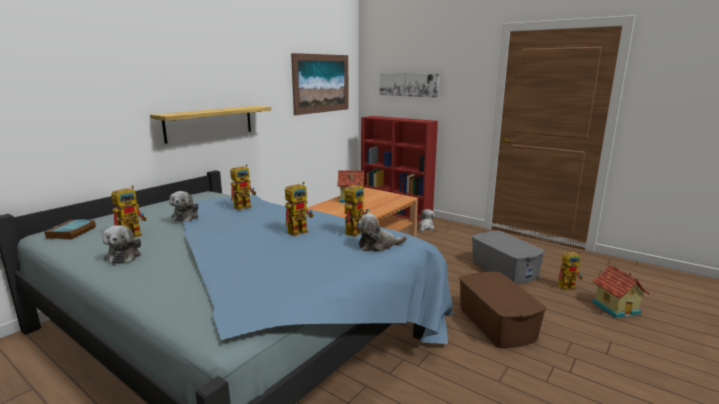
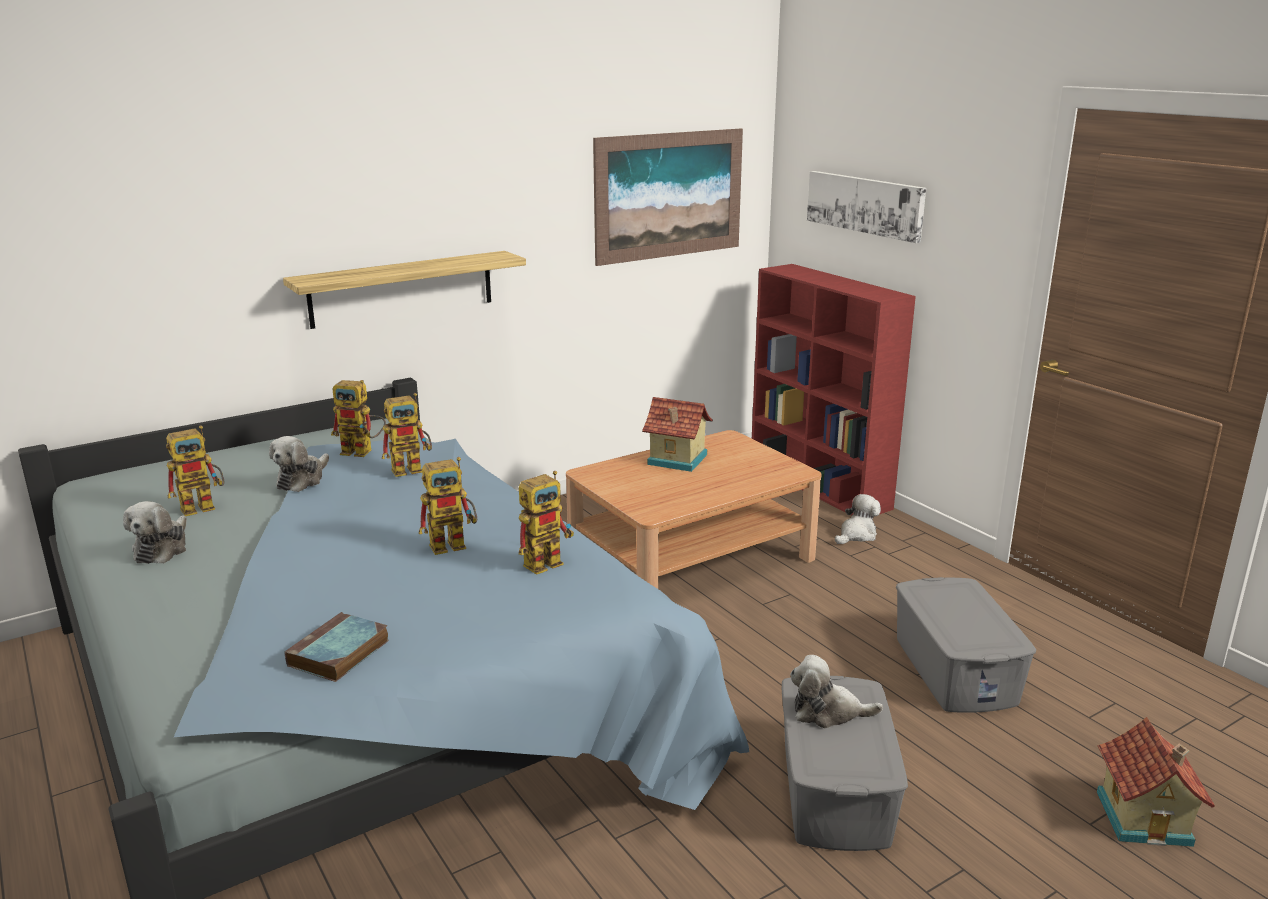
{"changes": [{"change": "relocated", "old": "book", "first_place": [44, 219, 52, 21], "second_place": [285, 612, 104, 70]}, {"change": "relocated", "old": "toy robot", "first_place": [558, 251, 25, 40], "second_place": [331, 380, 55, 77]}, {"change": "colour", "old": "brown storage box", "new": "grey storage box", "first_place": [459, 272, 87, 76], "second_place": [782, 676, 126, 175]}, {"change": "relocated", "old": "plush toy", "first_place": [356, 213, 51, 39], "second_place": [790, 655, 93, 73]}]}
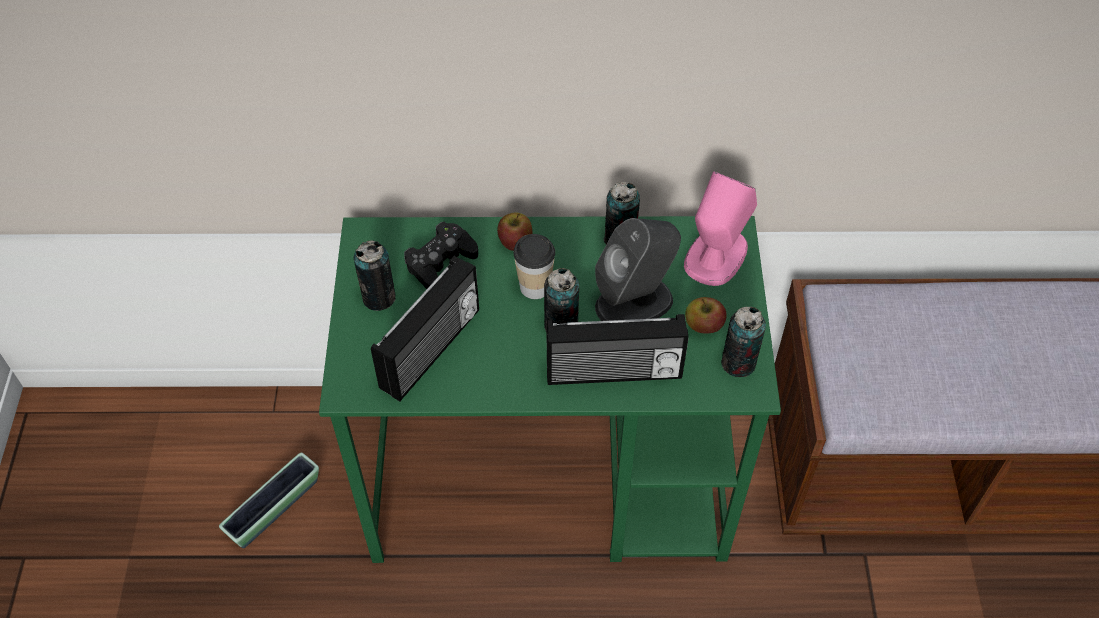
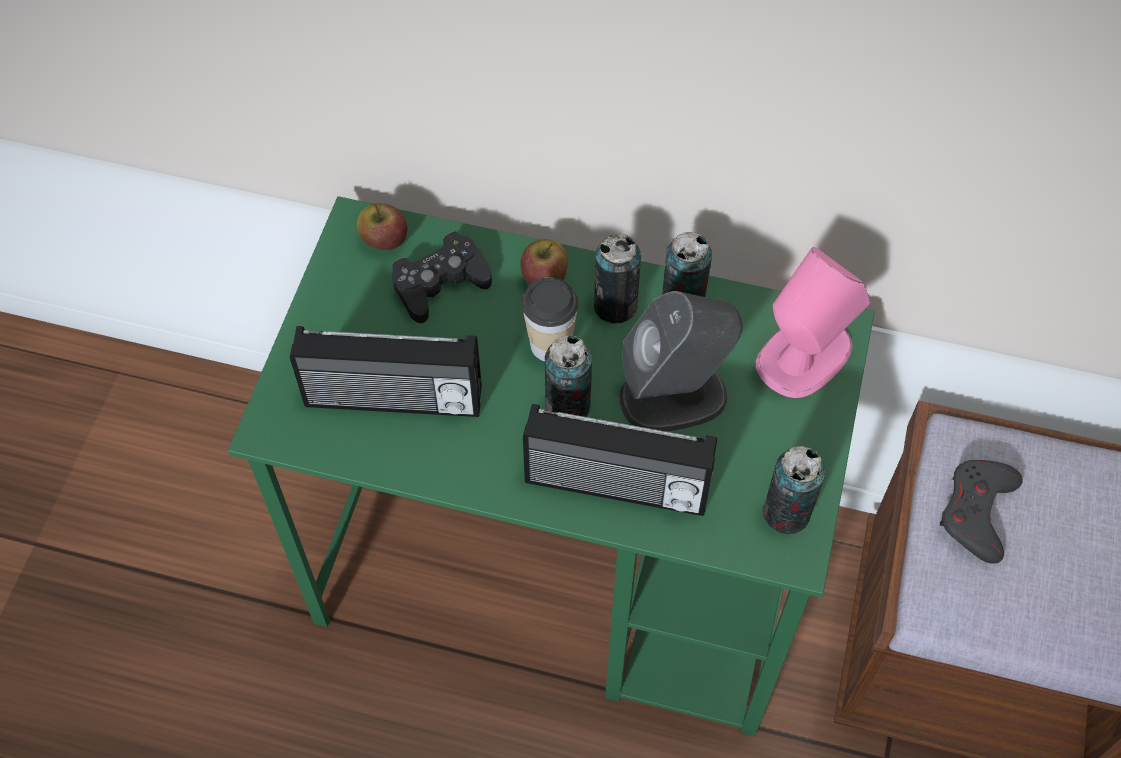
{"changes": [{"change": "spun", "old": "radio", "first_place": [371, 256, 108, 145], "second_place": [290, 326, 192, 91], "degrees": 45}, {"change": "relocated", "old": "apple", "first_place": [685, 297, 42, 37], "second_place": [357, 203, 50, 47]}, {"change": "relocated", "old": "can", "first_place": [354, 240, 42, 71], "second_place": [594, 234, 48, 89]}, {"change": "appeared", "new": "grey game controller", "second_place": [940, 460, 83, 104]}, {"change": "missing", "old": "planter", "first_place": [219, 453, 100, 95]}]}
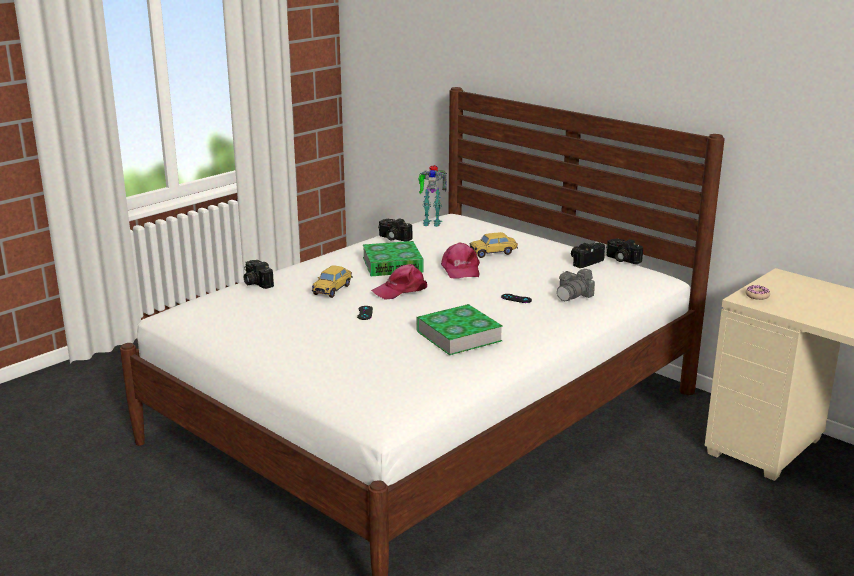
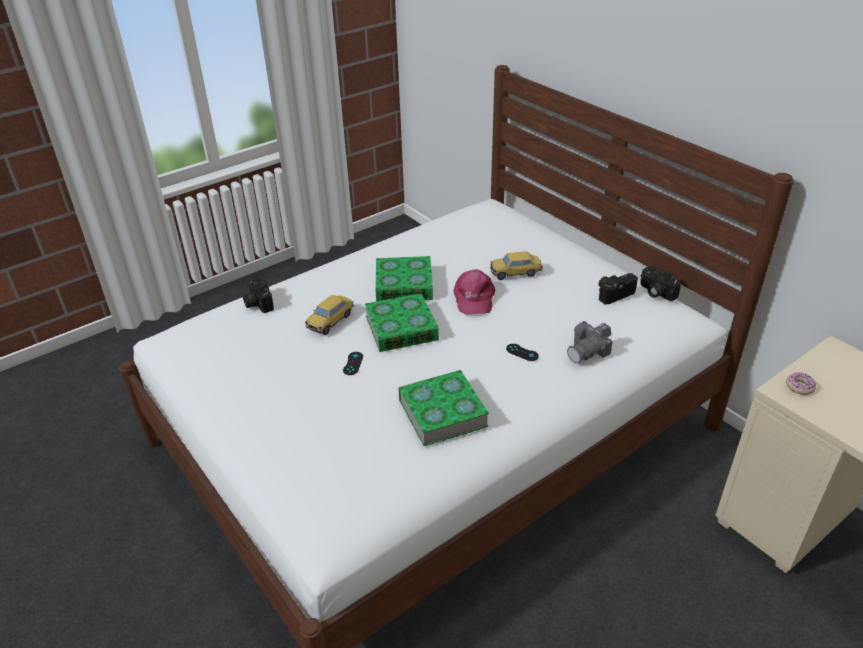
{"changes": [{"change": "exchanged", "old": "pink cap", "new": "book", "first_place": [371, 264, 56, 36], "second_place": [365, 293, 74, 59]}, {"change": "missing", "old": "photo camera", "first_place": [378, 219, 34, 23]}, {"change": "missing", "old": "toy robot", "first_place": [418, 165, 29, 62]}]}
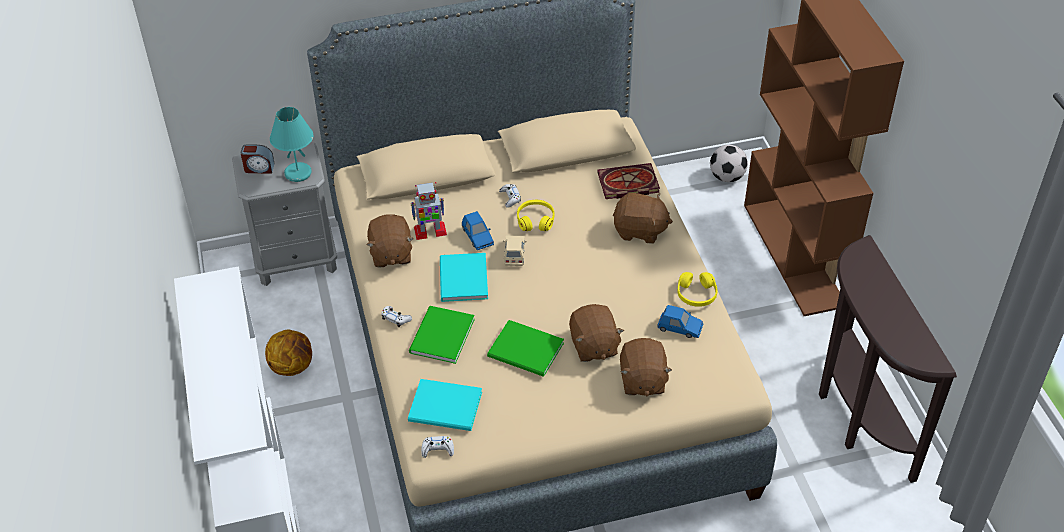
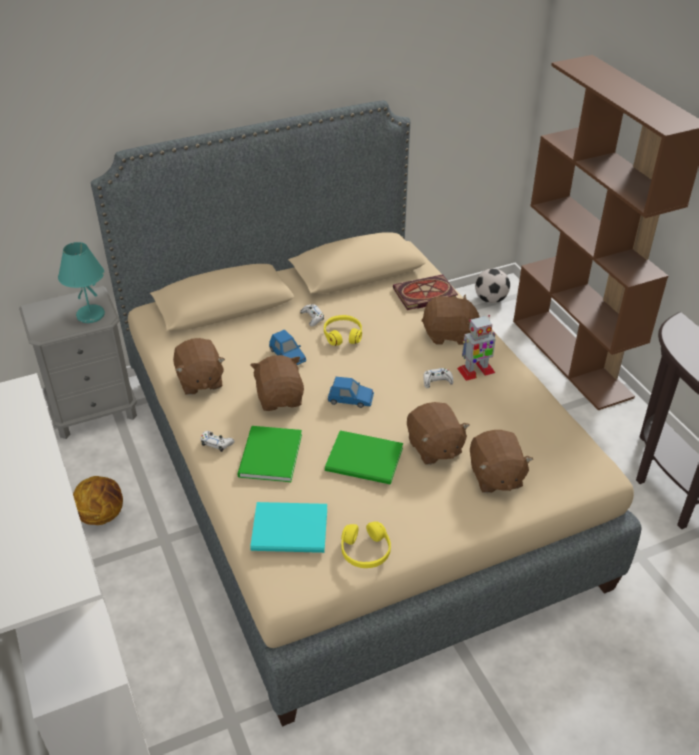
{"changes": [{"change": "exchanged", "old": "turquoise book", "new": "brown plush toy", "first_place": [440, 253, 48, 49], "second_place": [250, 355, 54, 56]}, {"change": "relocated", "old": "blue toy car", "first_place": [657, 305, 47, 33], "second_place": [328, 377, 46, 31]}, {"change": "relocated", "old": "yellow headphones", "first_place": [677, 272, 41, 35], "second_place": [341, 521, 50, 47]}, {"change": "relocated", "old": "white game controller", "first_place": [421, 436, 33, 22], "second_place": [423, 368, 30, 20]}, {"change": "relocated", "old": "toy robot", "first_place": [411, 182, 36, 58], "second_place": [457, 315, 39, 66]}, {"change": "missing", "old": "alarm clock", "first_place": [241, 144, 34, 30]}, {"change": "missing", "old": "beige toy car", "first_place": [503, 235, 24, 31]}]}
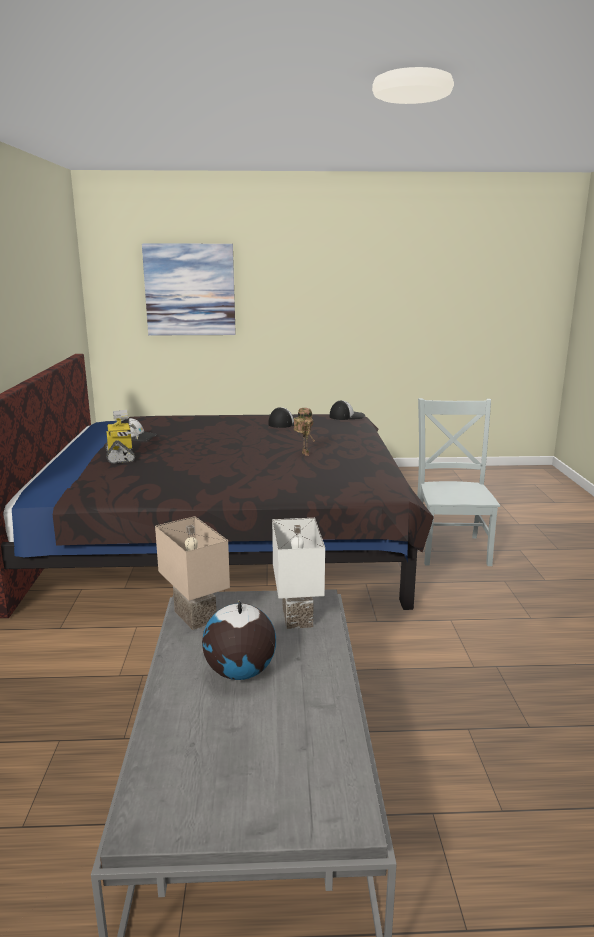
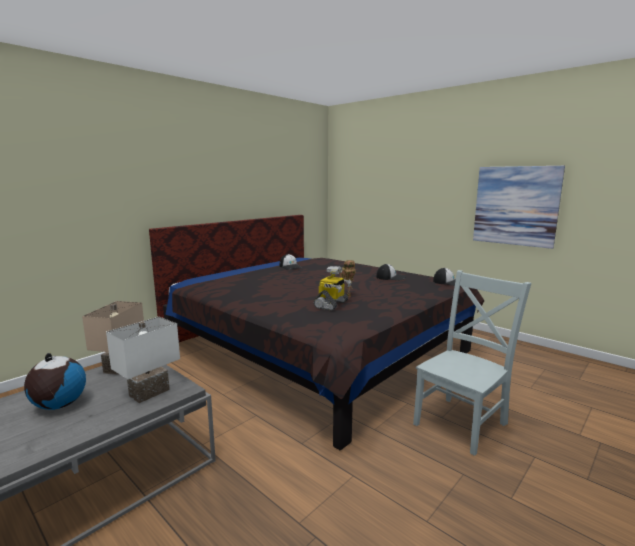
{"changes": [{"change": "relocated", "old": "toy robot", "first_place": [105, 410, 34, 54], "second_place": [314, 266, 38, 45]}, {"change": "relocated", "old": "picture", "first_place": [142, 244, 94, 91], "second_place": [473, 166, 92, 83]}]}
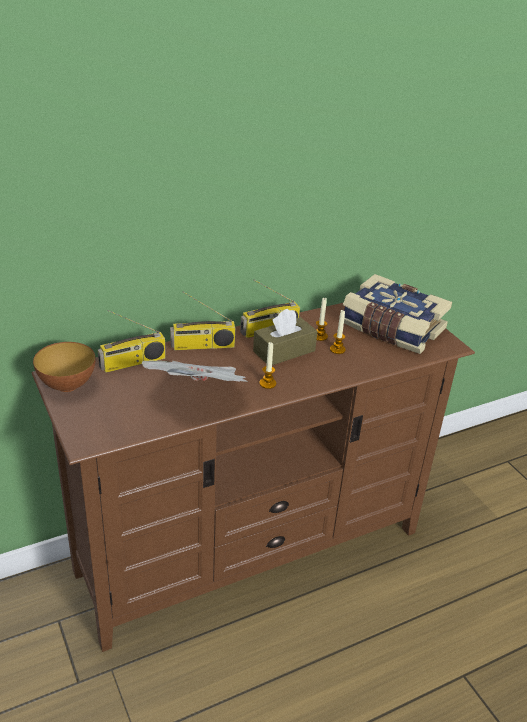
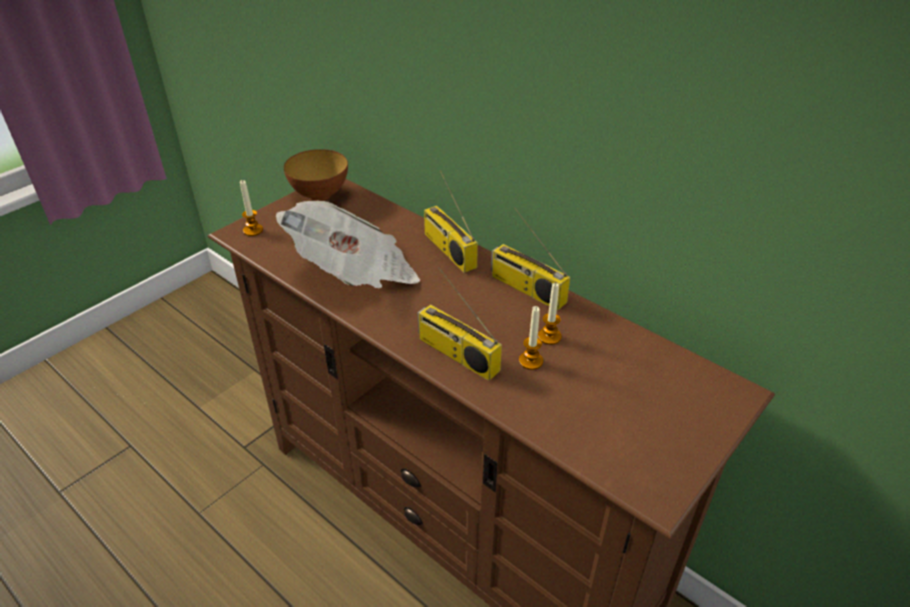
{"changes": [{"change": "relocated", "old": "candle", "first_place": [259, 342, 17, 47], "second_place": [240, 180, 23, 56]}, {"change": "relocated", "old": "radio", "first_place": [98, 310, 68, 63], "second_place": [417, 267, 85, 114]}, {"change": "missing", "old": "brown tissue box", "first_place": [253, 309, 64, 56]}, {"change": "missing", "old": "book", "first_place": [343, 274, 109, 80]}]}
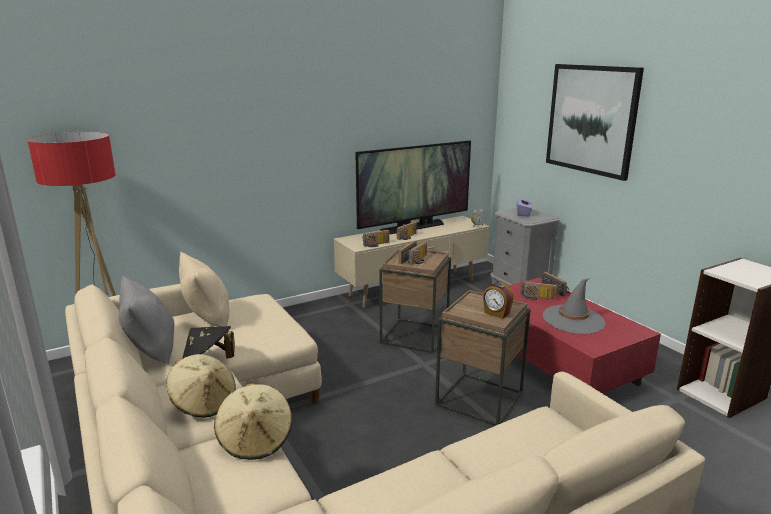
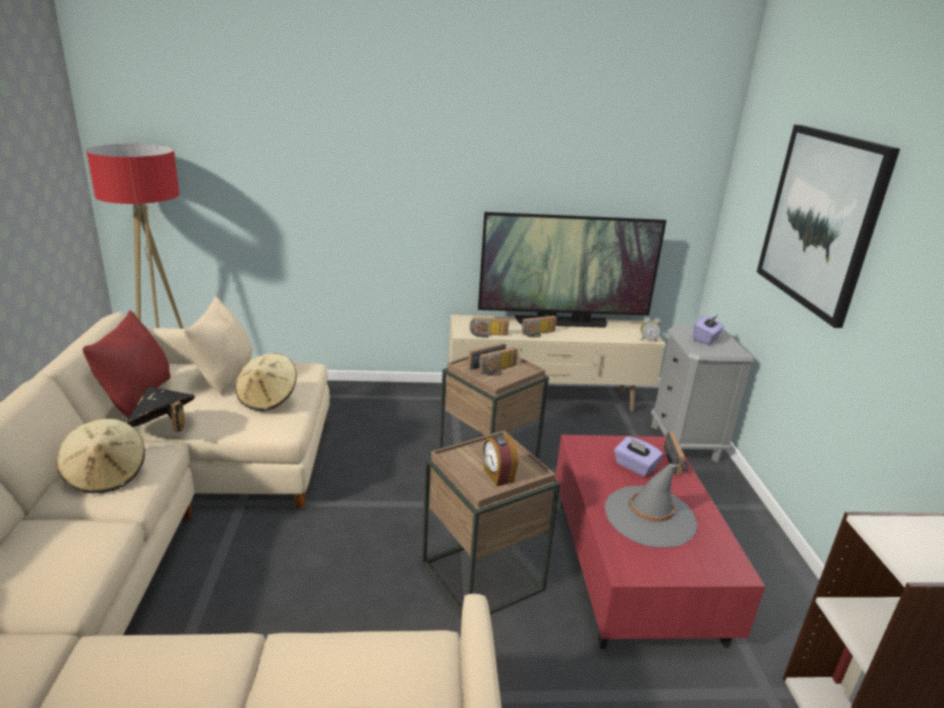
{"changes": [{"change": "colour", "old": "grey pillow", "new": "red pillow", "first_place": [118, 276, 56, 89], "second_place": [83, 310, 88, 108]}, {"change": "relocated", "old": "beige hat", "first_place": [214, 383, 78, 77], "second_place": [235, 353, 62, 58]}, {"change": "exchanged", "old": "radio", "new": "purple tissue box", "first_place": [520, 281, 37, 19], "second_place": [614, 436, 49, 41]}]}
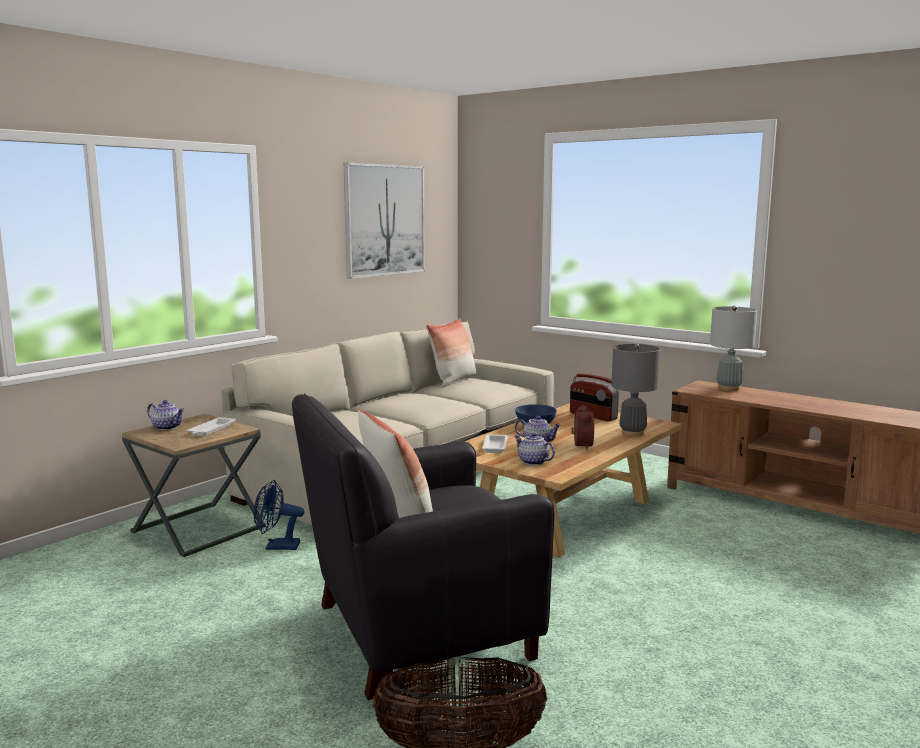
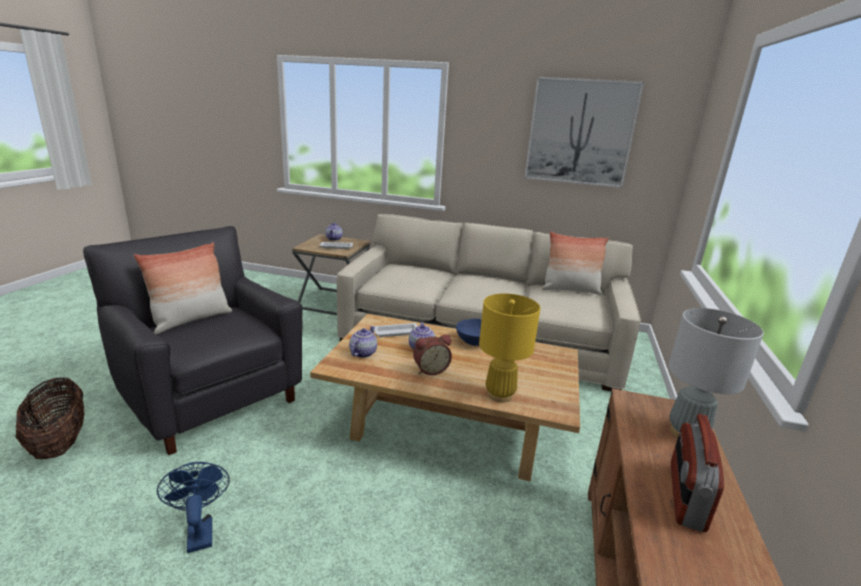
{"changes": [{"change": "relocated", "old": "blue fan", "first_place": [254, 480, 51, 70], "second_place": [157, 462, 73, 91]}, {"change": "colour", "old": "grey table lamp", "new": "yellow table lamp", "first_place": [612, 344, 49, 93], "second_place": [479, 294, 61, 109]}, {"change": "relocated", "old": "radio", "first_place": [570, 374, 49, 47], "second_place": [671, 414, 53, 118]}]}
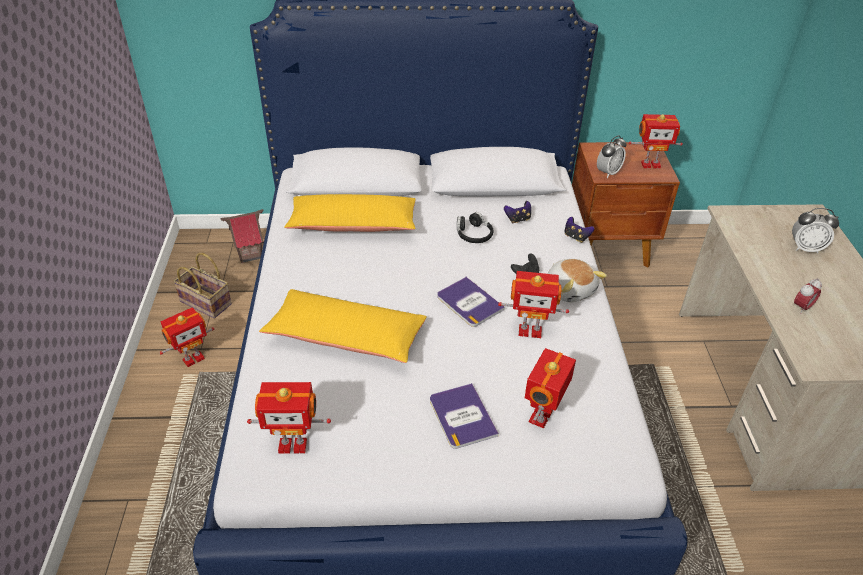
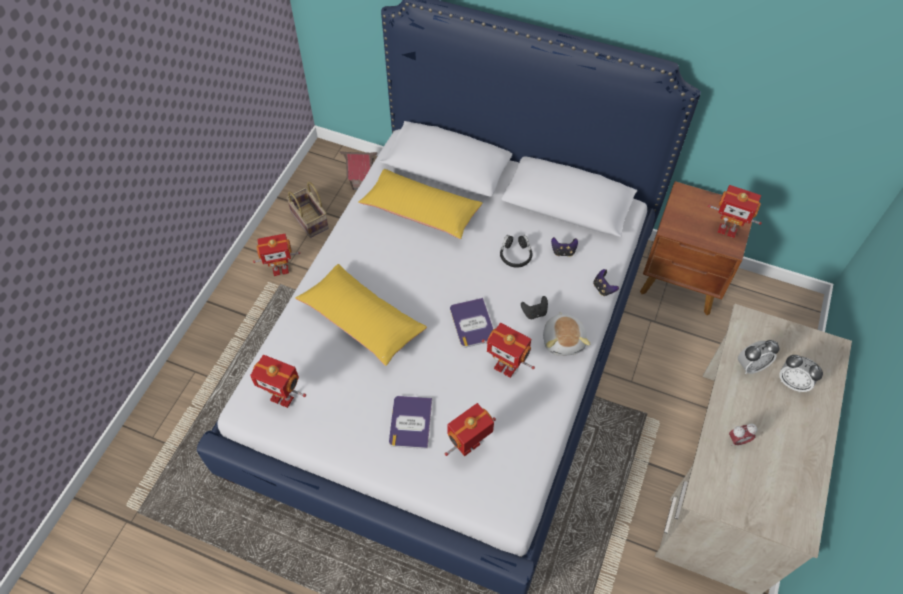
{"changes": [{"change": "relocated", "old": "alarm clock", "first_place": [597, 135, 30, 43], "second_place": [738, 340, 42, 34]}]}
